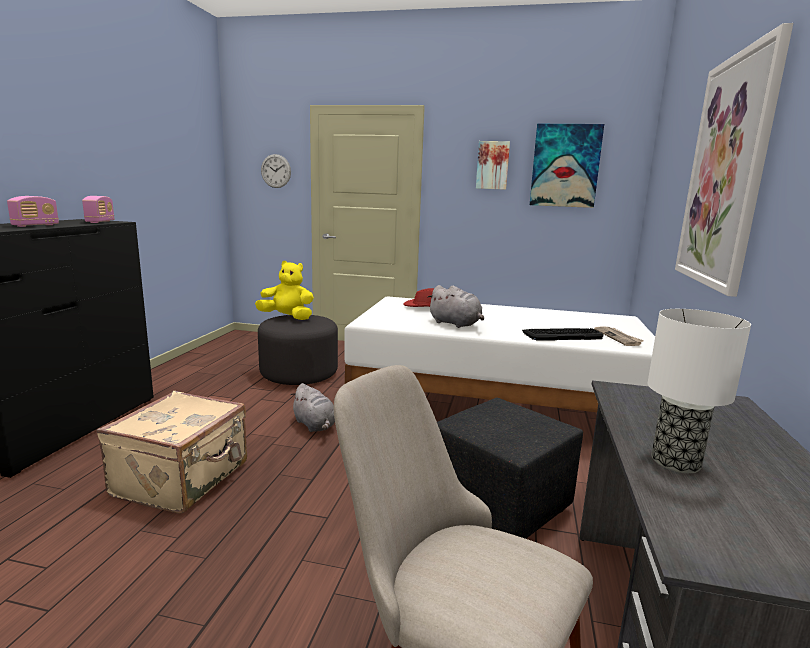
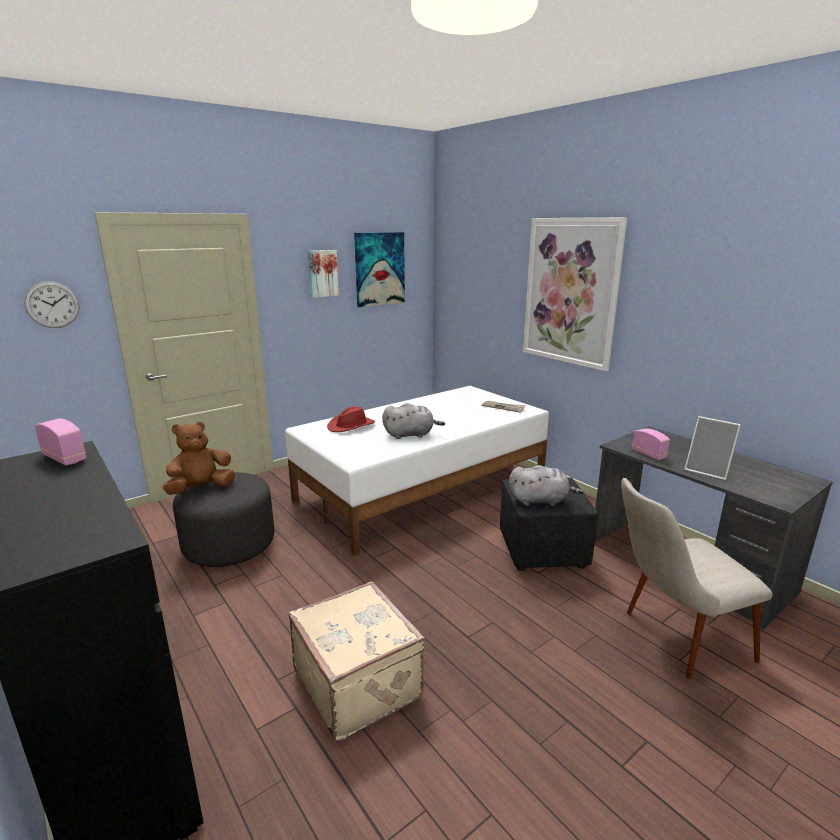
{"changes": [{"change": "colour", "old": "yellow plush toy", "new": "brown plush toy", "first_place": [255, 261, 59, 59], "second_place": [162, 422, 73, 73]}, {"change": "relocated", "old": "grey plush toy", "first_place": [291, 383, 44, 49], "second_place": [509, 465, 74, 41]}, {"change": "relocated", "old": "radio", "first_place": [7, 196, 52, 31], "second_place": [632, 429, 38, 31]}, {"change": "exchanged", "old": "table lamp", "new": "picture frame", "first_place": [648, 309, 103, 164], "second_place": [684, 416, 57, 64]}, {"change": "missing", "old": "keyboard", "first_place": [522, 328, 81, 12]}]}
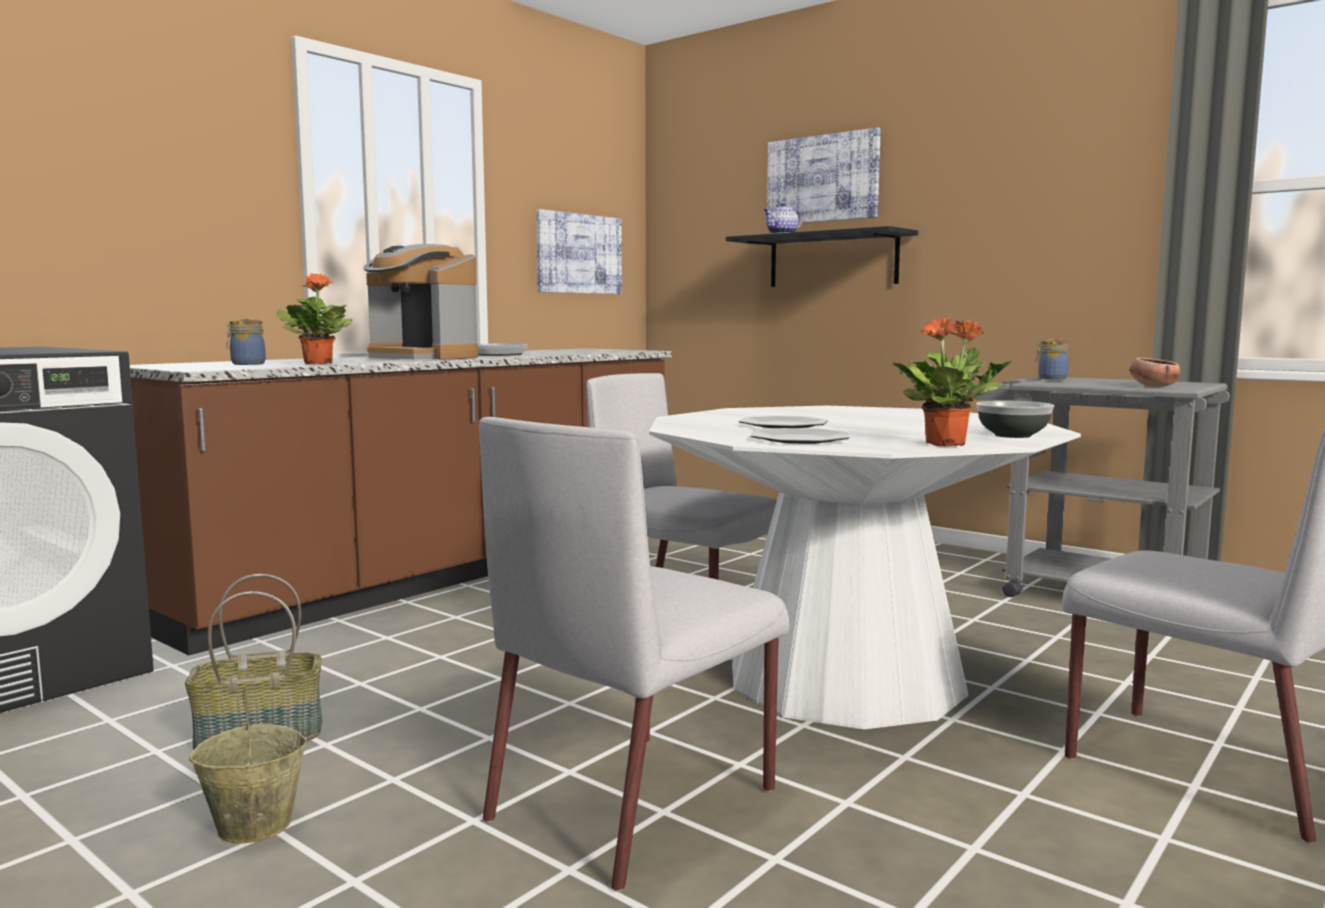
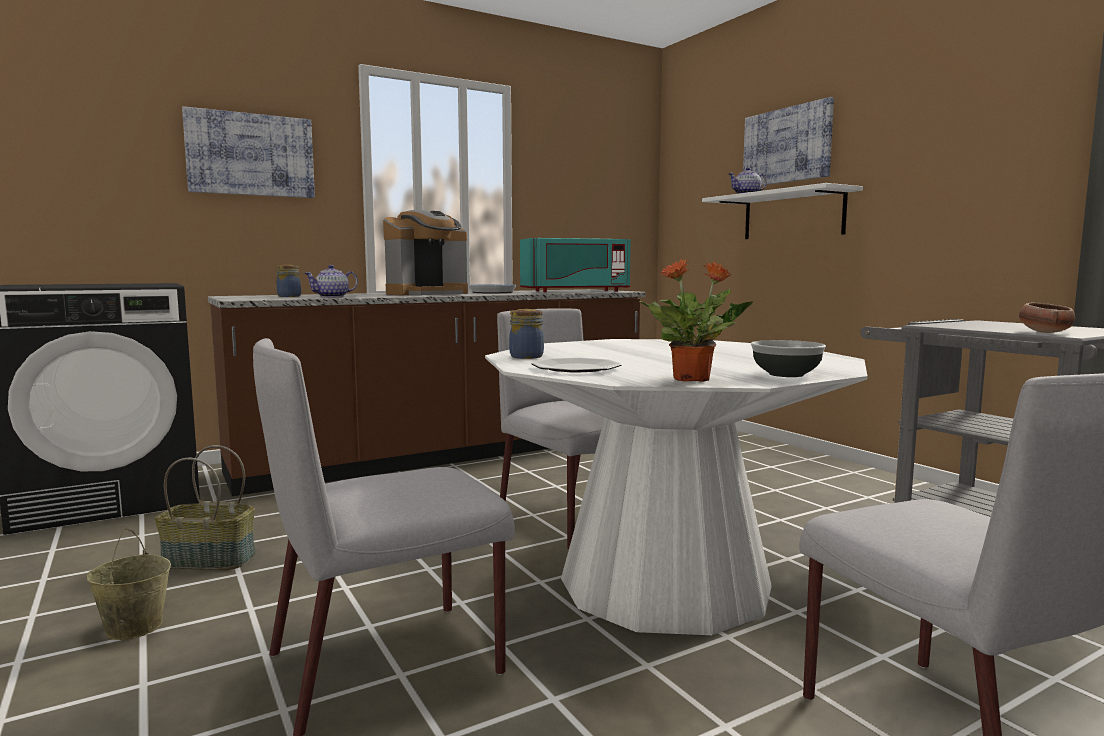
{"changes": [{"change": "relocated", "old": "picture", "first_place": [536, 209, 86, 85], "second_place": [182, 106, 133, 92]}, {"change": "exchanged", "old": "potted plant", "new": "teapot", "first_place": [276, 273, 76, 91], "second_place": [304, 265, 54, 32]}, {"change": "spun", "old": "coffee machine", "first_place": [363, 244, 115, 116], "second_place": [383, 210, 85, 86], "degrees": -90}, {"change": "relocated", "old": "jar", "first_place": [1035, 339, 34, 40], "second_place": [509, 309, 35, 50]}, {"change": "appeared", "new": "turquoise microwave", "second_place": [520, 238, 111, 54]}, {"change": "colour", "old": "black shelf", "new": "white shelf", "first_place": [726, 226, 192, 61], "second_place": [702, 183, 161, 56]}, {"change": "missing", "old": "plate", "first_place": [739, 416, 89, 12]}]}
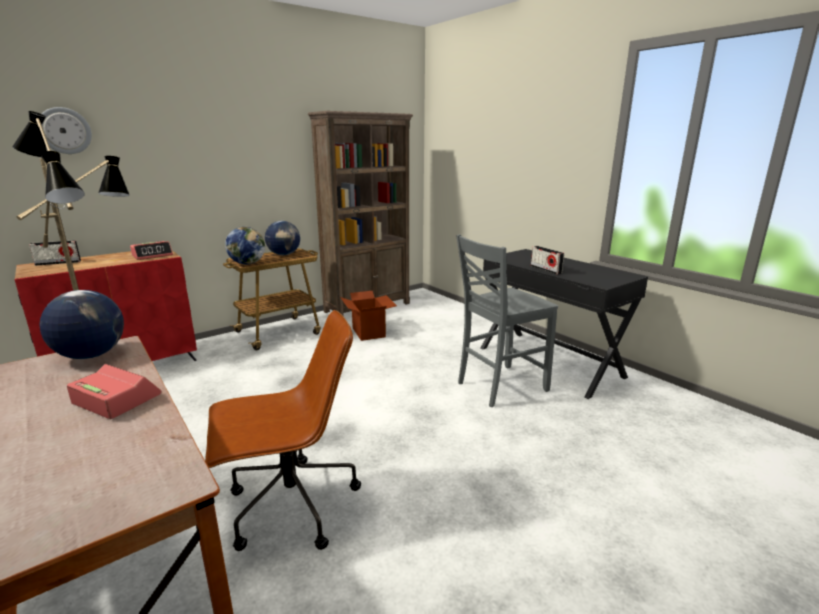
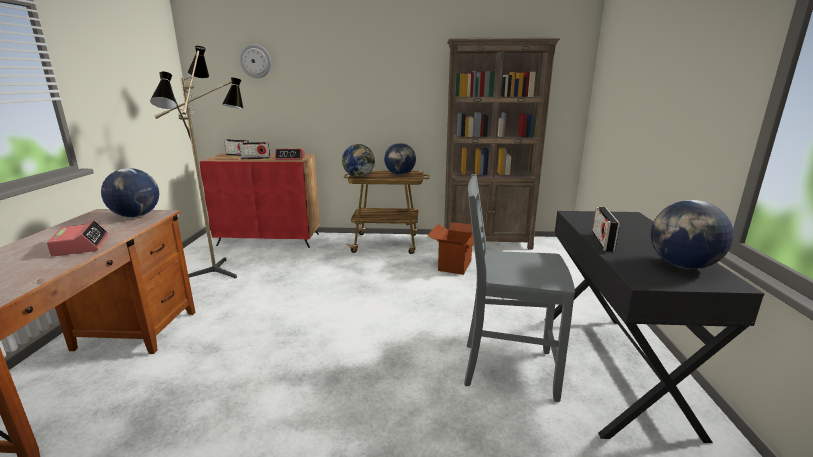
{"changes": [{"change": "appeared", "new": "radio", "second_place": [239, 142, 31, 17]}, {"change": "appeared", "new": "globe", "second_place": [651, 200, 83, 69]}, {"change": "missing", "old": "brown office chair", "first_place": [205, 310, 156, 241]}]}
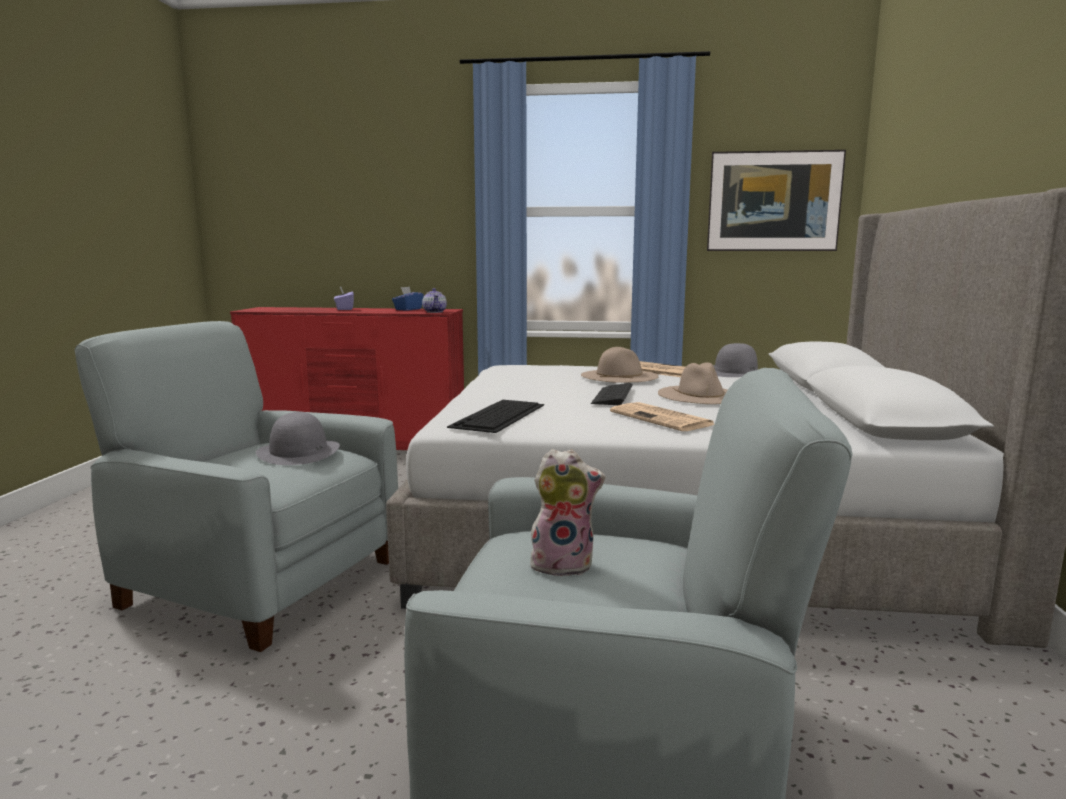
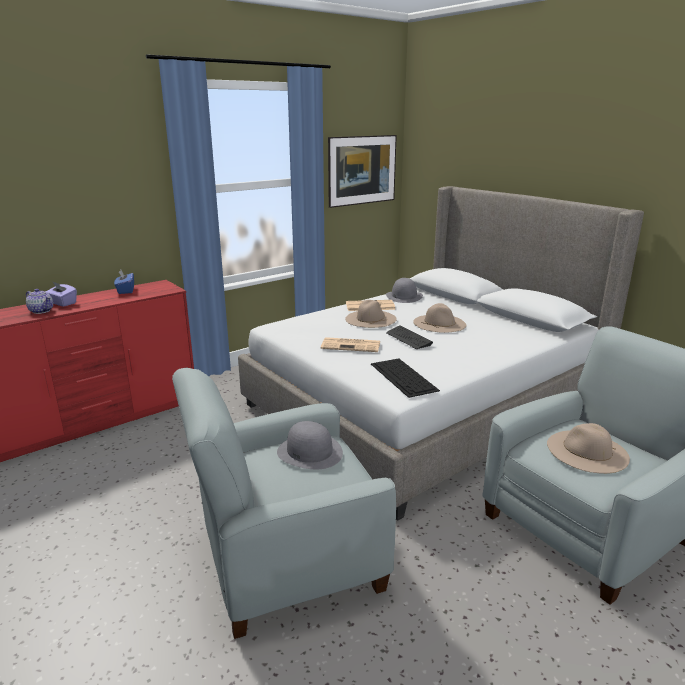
{"changes": [{"change": "relocated", "old": "teapot", "first_place": [422, 288, 25, 25], "second_place": [26, 289, 27, 25]}, {"change": "relocated", "old": "newspaper", "first_place": [610, 402, 104, 29], "second_place": [321, 337, 59, 15]}, {"change": "exchanged", "old": "plush toy", "new": "beige hat", "first_place": [530, 449, 75, 128], "second_place": [547, 423, 83, 51]}]}
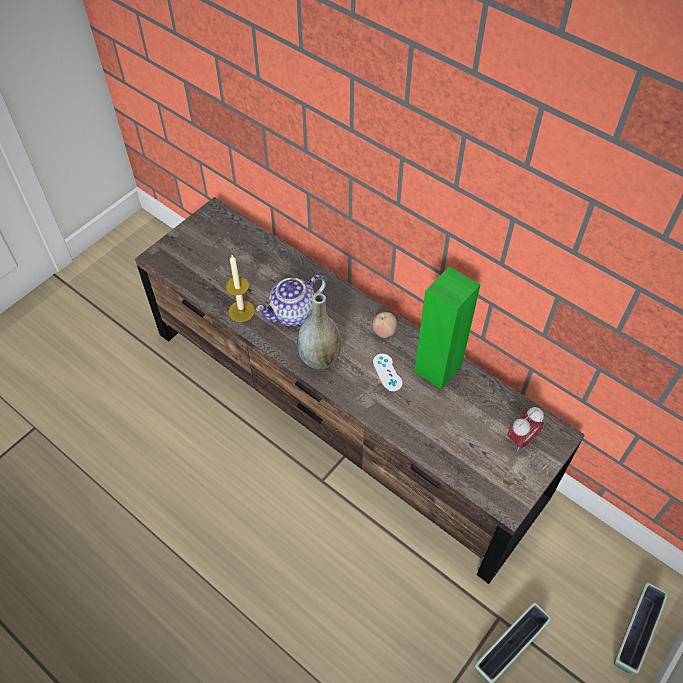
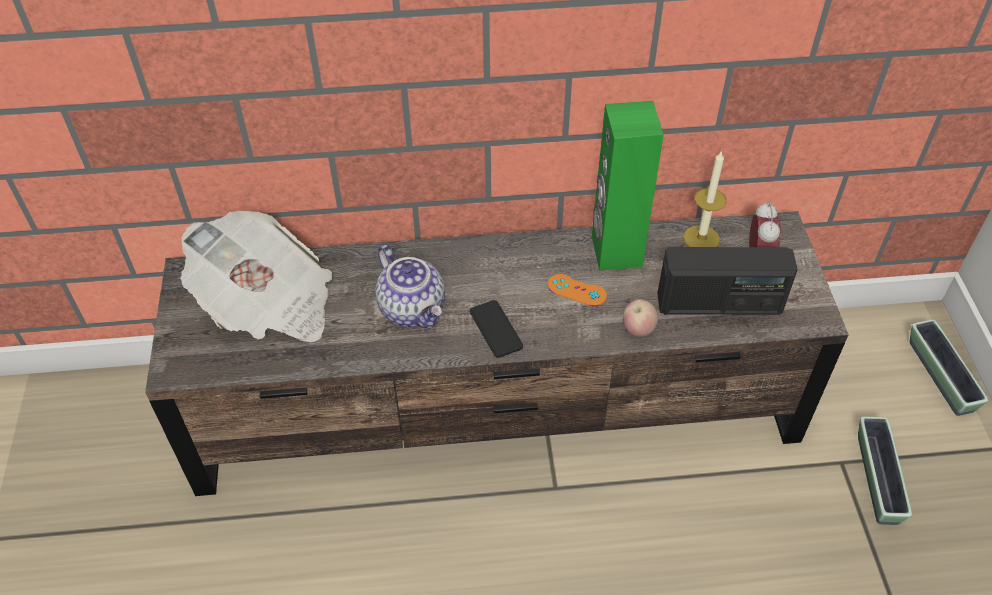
{"changes": [{"change": "appeared", "new": "newspaper", "second_place": [180, 211, 152, 131]}, {"change": "spun", "old": "teapot", "first_place": [256, 275, 70, 51], "second_place": [375, 245, 70, 84], "degrees": -45}, {"change": "exchanged", "old": "grey vase", "new": "phone", "first_place": [297, 293, 44, 76], "second_place": [470, 300, 53, 58]}, {"change": "colour", "old": "white game controller", "new": "orange game controller", "first_place": [373, 354, 30, 37], "second_place": [548, 274, 59, 32]}, {"change": "relocated", "old": "apple", "first_place": [372, 312, 25, 26], "second_place": [623, 299, 35, 38]}, {"change": "appeared", "new": "radio", "second_place": [657, 247, 141, 68]}, {"change": "relocated", "old": "candle", "first_place": [226, 255, 29, 67], "second_place": [684, 150, 43, 97]}]}
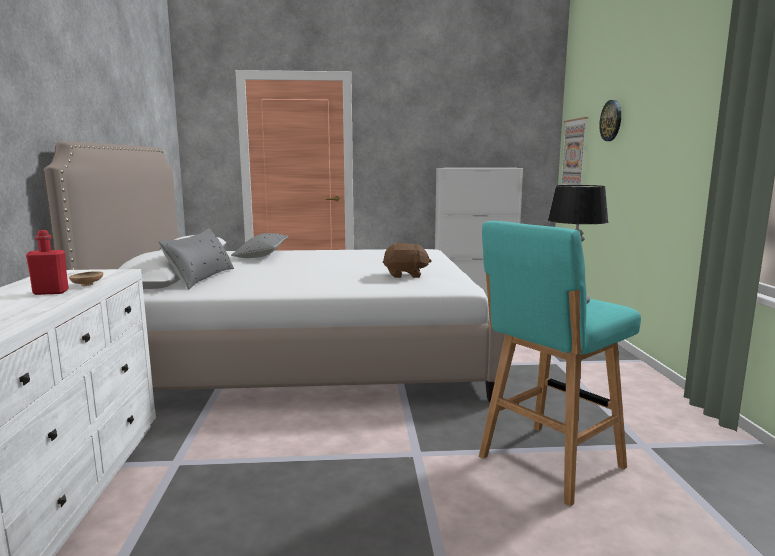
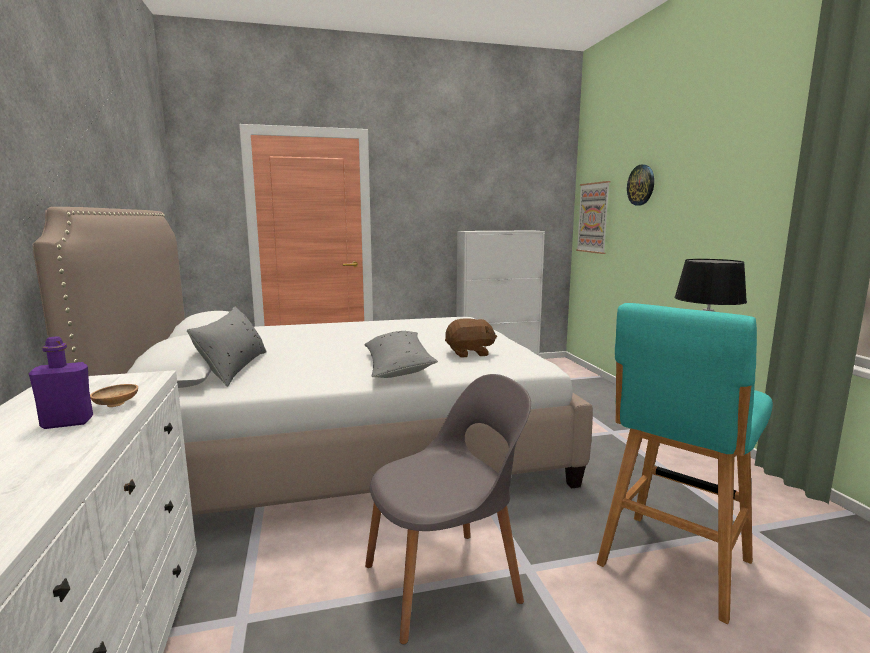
{"changes": [{"change": "colour", "old": "red bottle", "new": "purple bottle", "first_place": [26, 230, 43, 65], "second_place": [29, 337, 64, 92]}, {"change": "relocated", "old": "grey pillow", "first_place": [231, 233, 57, 25], "second_place": [364, 331, 74, 47]}, {"change": "appeared", "new": "grey chair", "second_place": [365, 374, 166, 270]}]}
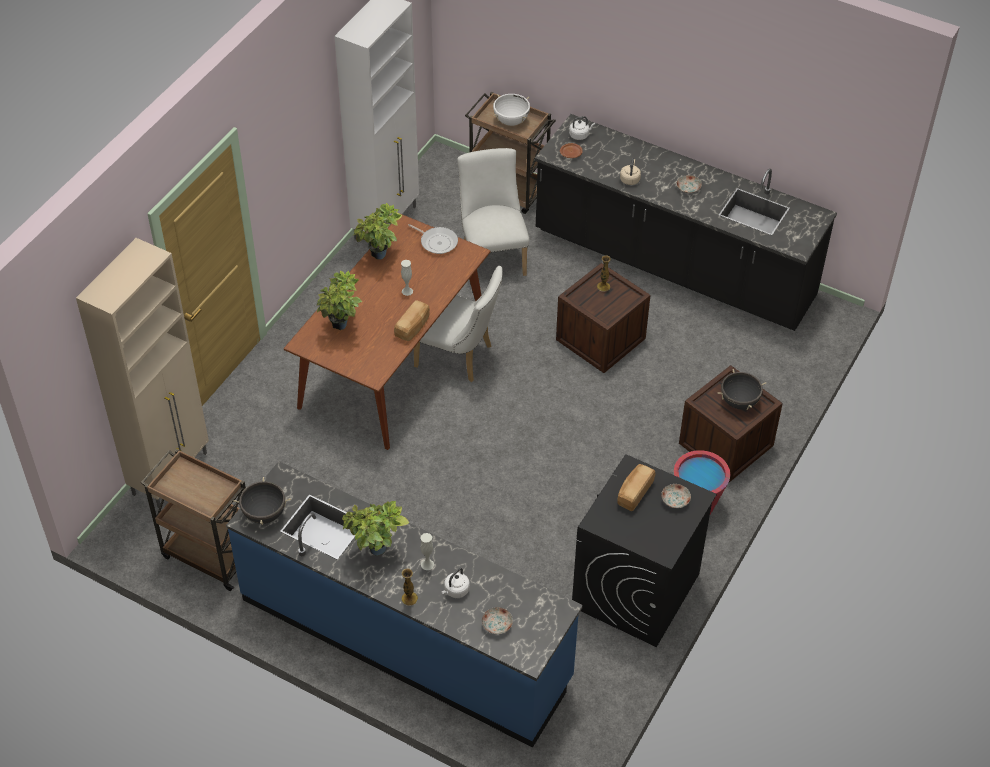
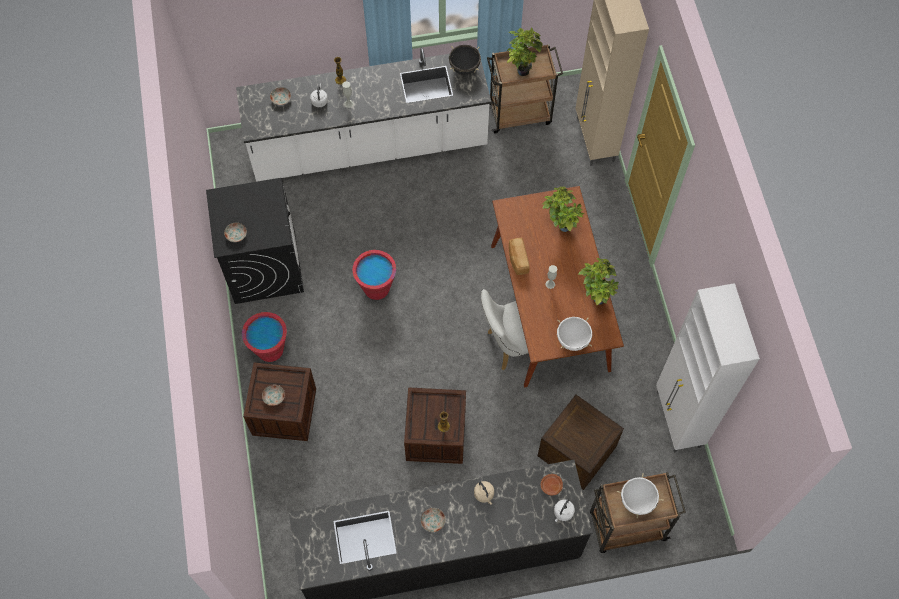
{"changes": [{"change": "colour", "old": "blue counter", "new": "white counter", "first_place": [226, 461, 357, 287], "second_place": [236, 48, 255, 134]}, {"change": "exchanged", "old": "black cooking pot", "new": "plate", "first_place": [718, 369, 48, 41], "second_place": [262, 385, 23, 21]}, {"change": "appeared", "new": "red bucket", "second_place": [353, 250, 43, 50]}, {"change": "relocated", "old": "potted plant", "first_place": [342, 501, 67, 55], "second_place": [507, 28, 36, 48]}, {"change": "exchanged", "old": "white chair", "new": "crate", "first_place": [457, 148, 72, 128], "second_place": [538, 395, 86, 95]}, {"change": "exchanged", "old": "frying pan", "new": "white cooking pot", "first_place": [408, 224, 50, 30], "second_place": [557, 317, 35, 34]}, {"change": "missing", "old": "bread", "first_place": [617, 464, 38, 47]}]}
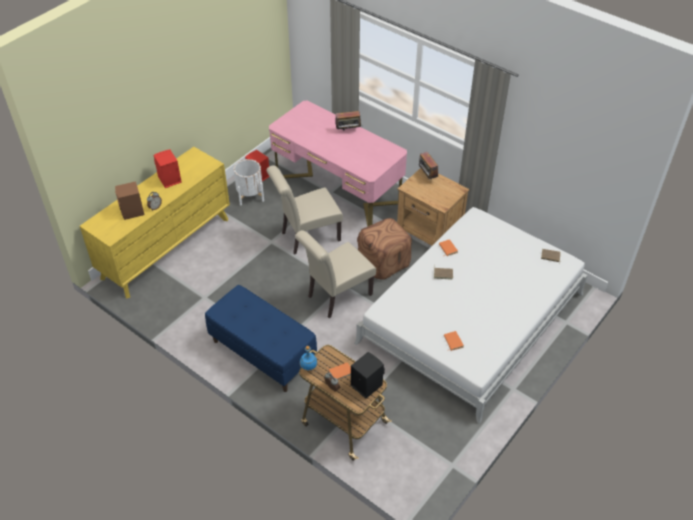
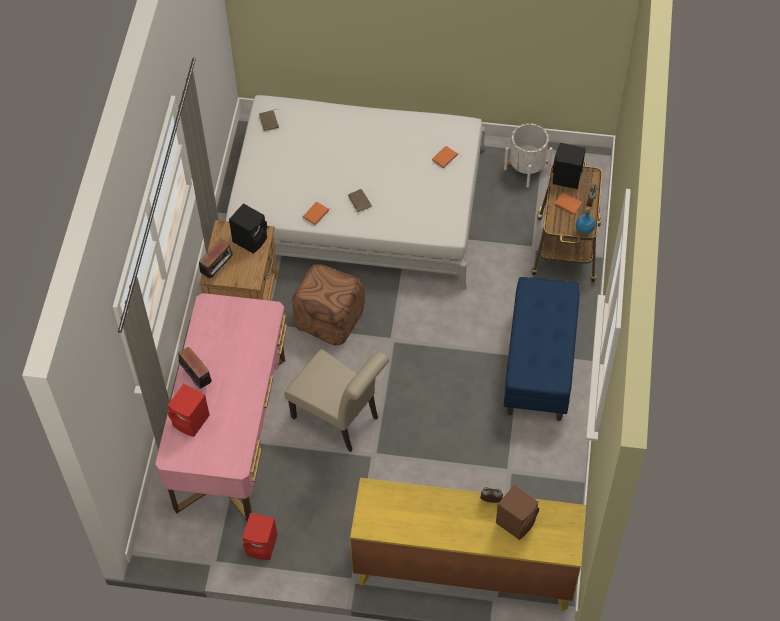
{"changes": [{"change": "relocated", "old": "red speaker", "first_place": [153, 149, 29, 39], "second_place": [167, 384, 43, 53]}, {"change": "appeared", "new": "black speaker", "second_place": [229, 203, 38, 51]}, {"change": "relocated", "old": "white planter", "first_place": [234, 159, 30, 47], "second_place": [504, 123, 48, 64]}, {"change": "missing", "old": "beige chair", "first_place": [295, 230, 81, 88]}]}
